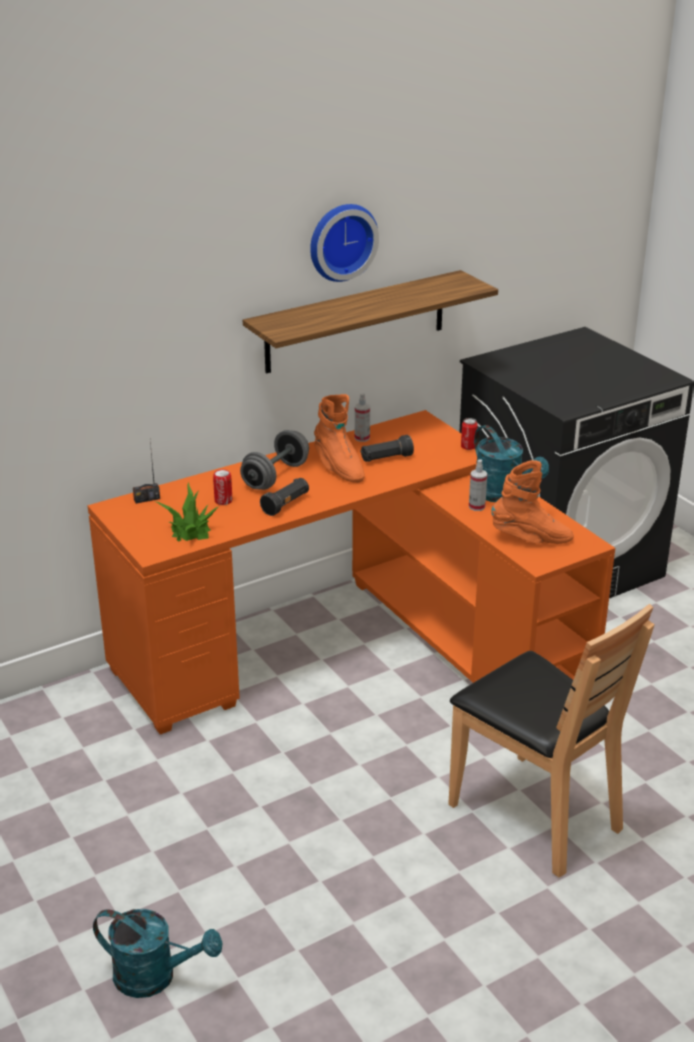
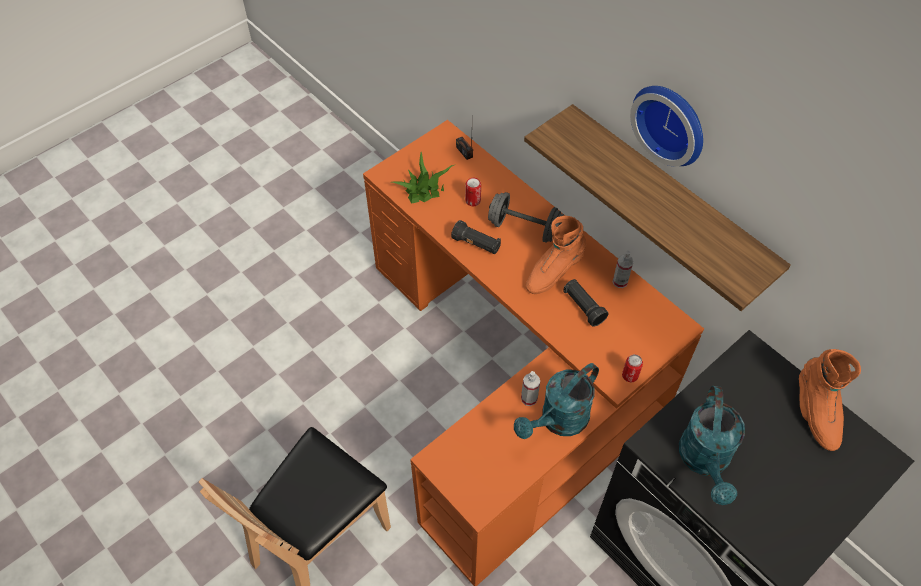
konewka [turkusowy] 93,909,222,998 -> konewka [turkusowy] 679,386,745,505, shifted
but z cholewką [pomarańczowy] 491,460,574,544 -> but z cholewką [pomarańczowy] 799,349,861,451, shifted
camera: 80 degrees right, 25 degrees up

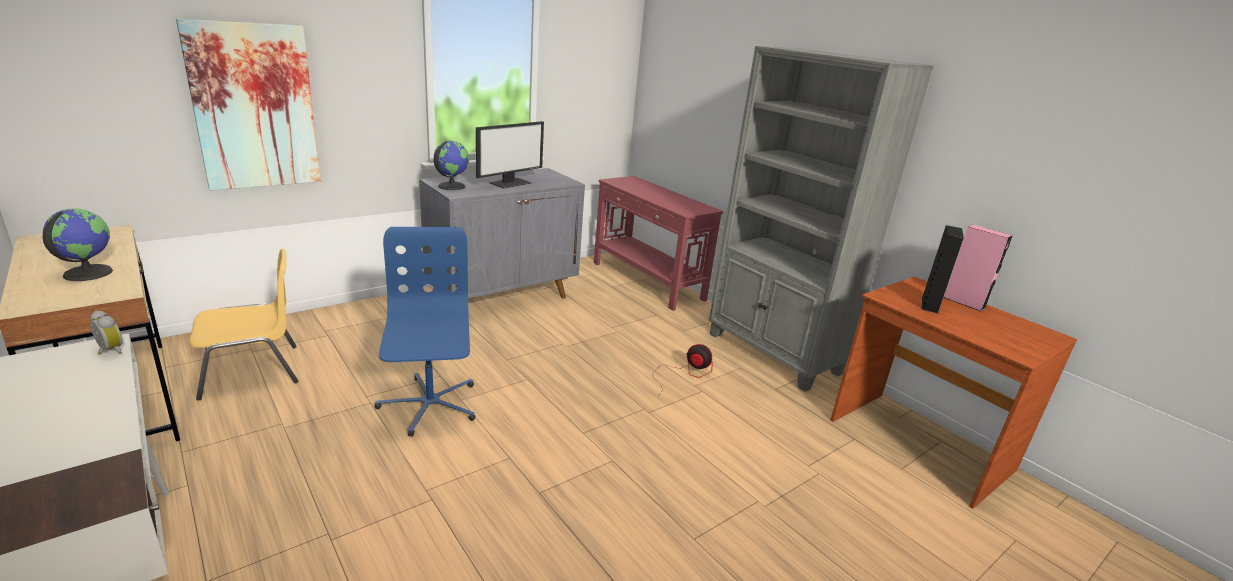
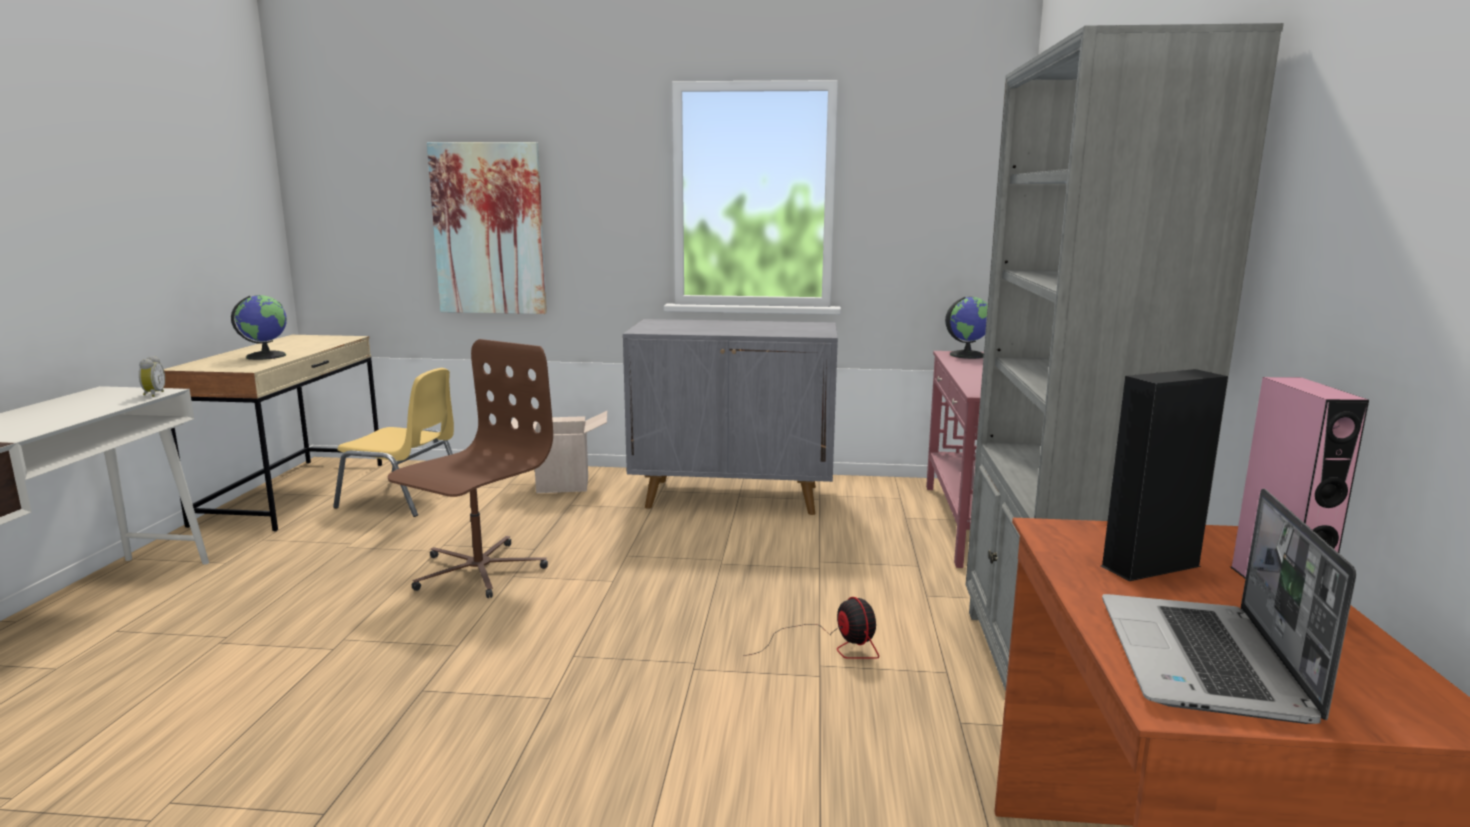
krzesło biurowe [niebieski] 374,227,475,437 -> krzesło biurowe [brązowy] 387,339,553,598
globus 434,141,469,190 -> globus 945,297,988,359, shifted
monitor 476,121,544,188 -> none
none -> karton 511,411,607,493
none -> laptop 1102,489,1356,724
camera: 45 degrees right, 10 degrees down

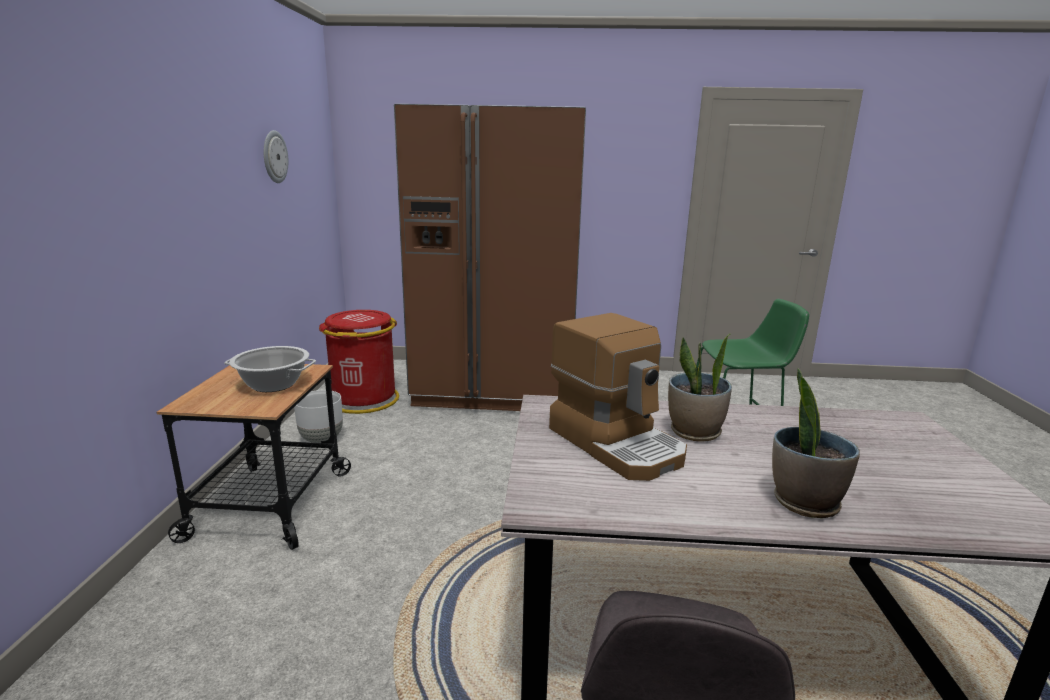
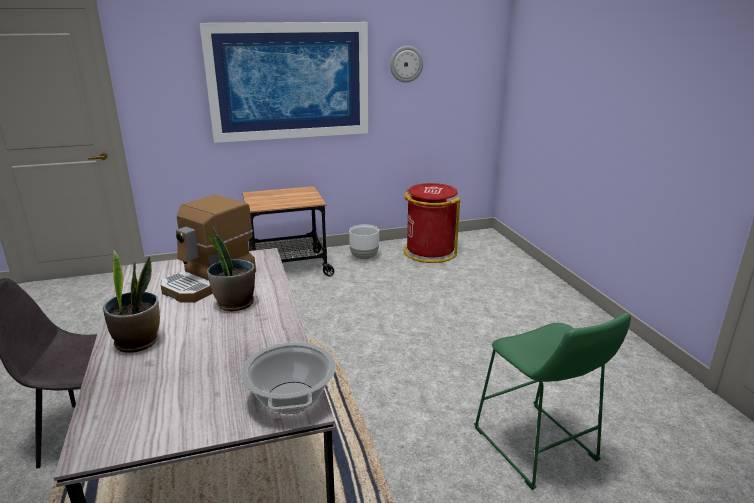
garnek 224,346,316,392 -> garnek 241,341,336,414, shifted
lodówka [brązowy] 394,104,586,411 -> none
none -> obraz 200,22,368,143
camera: 70 degrees right, 5 degrees up

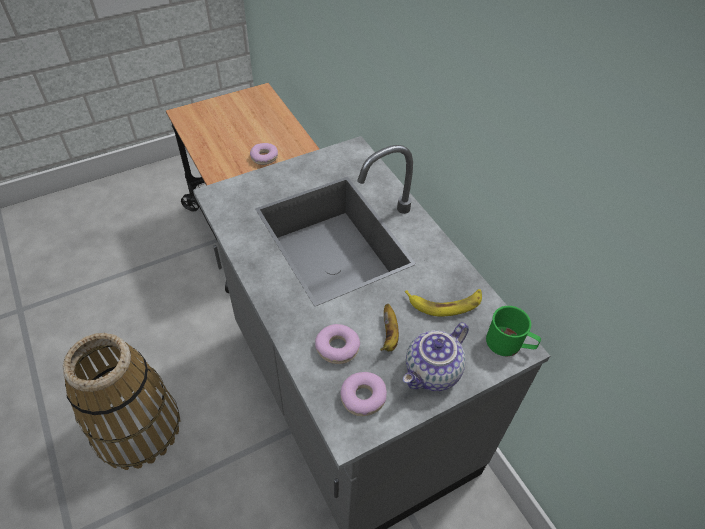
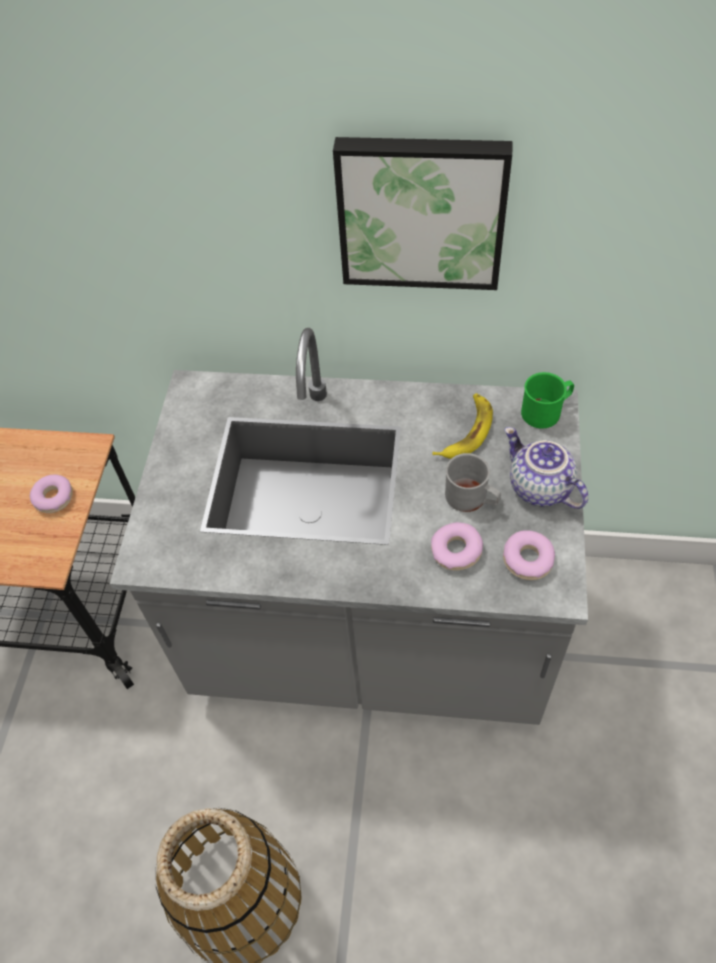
banan 380,304,399,351 -> kubek [szary] 445,453,501,512
imbryk 403,322,469,391 -> imbryk 505,427,588,509, 150 degrees clockwise
none -> obraz 333,137,512,290
camera: 50 degrees left, 5 degrees up

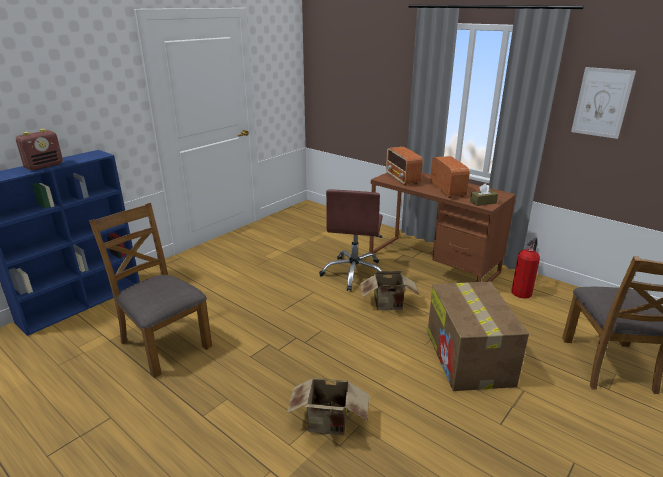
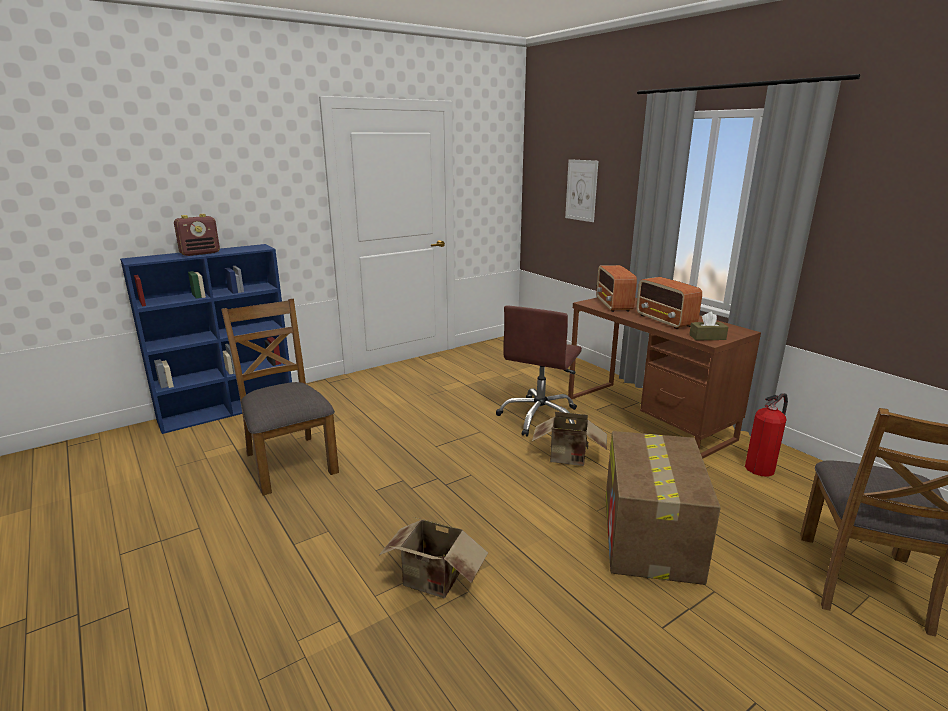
radio 431,156,470,198 -> radio 636,277,702,329, 150 degrees clockwise
obraz 571,67,636,139 -> obraz 565,159,598,222, shifted
camera: 15 degrees right, 5 degrees down

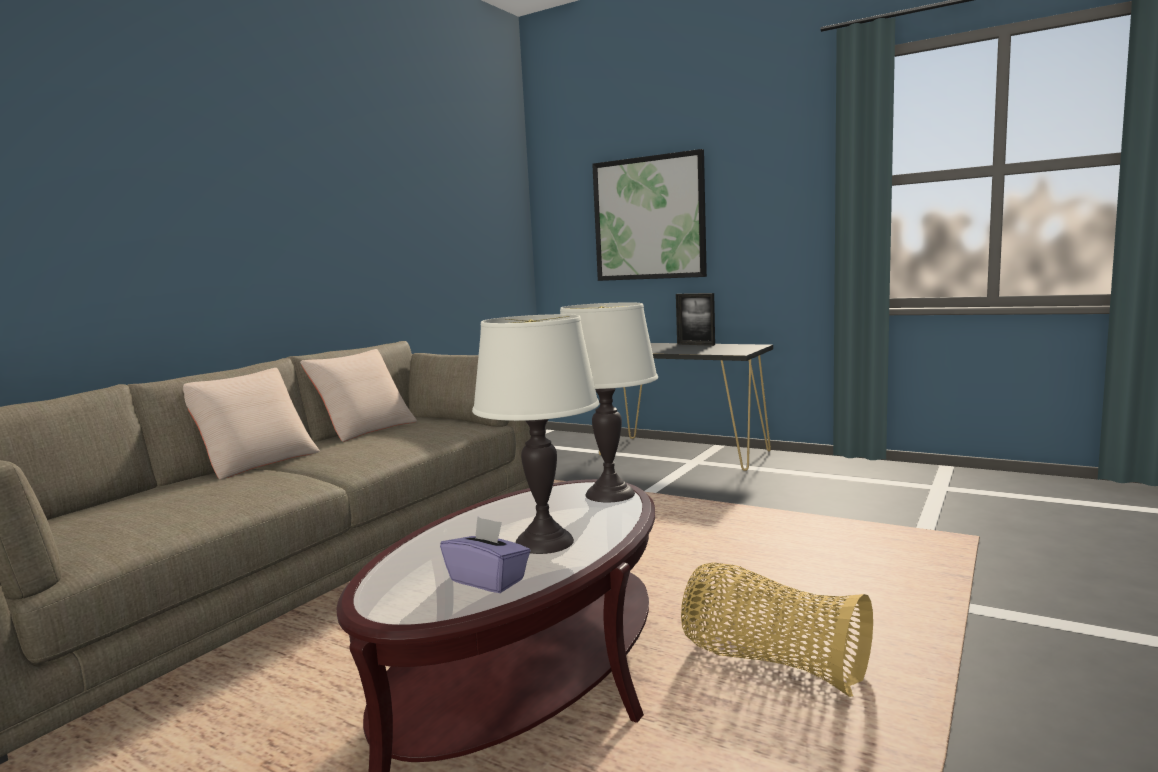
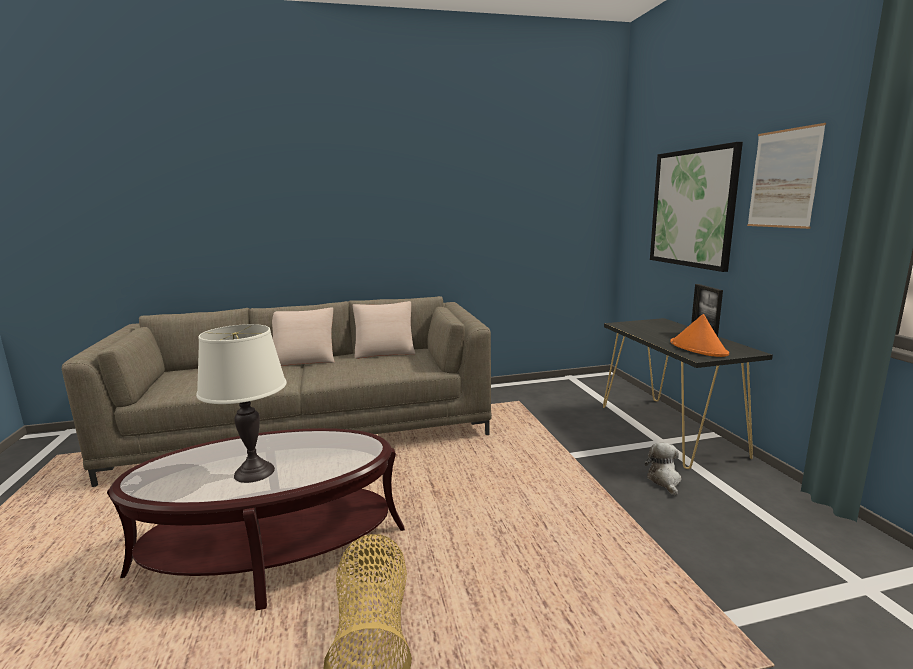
pudełko chusteczek [fioletowy] 440,517,531,593 -> none
lampa stołowa [biały] 560,302,658,502 -> none
none -> pluszak 645,443,682,496
none -> kapelusz [pomarańczowy] 670,314,729,357
none -> obraz 747,123,826,229
camera: 45 degrees right, 5 degrees up

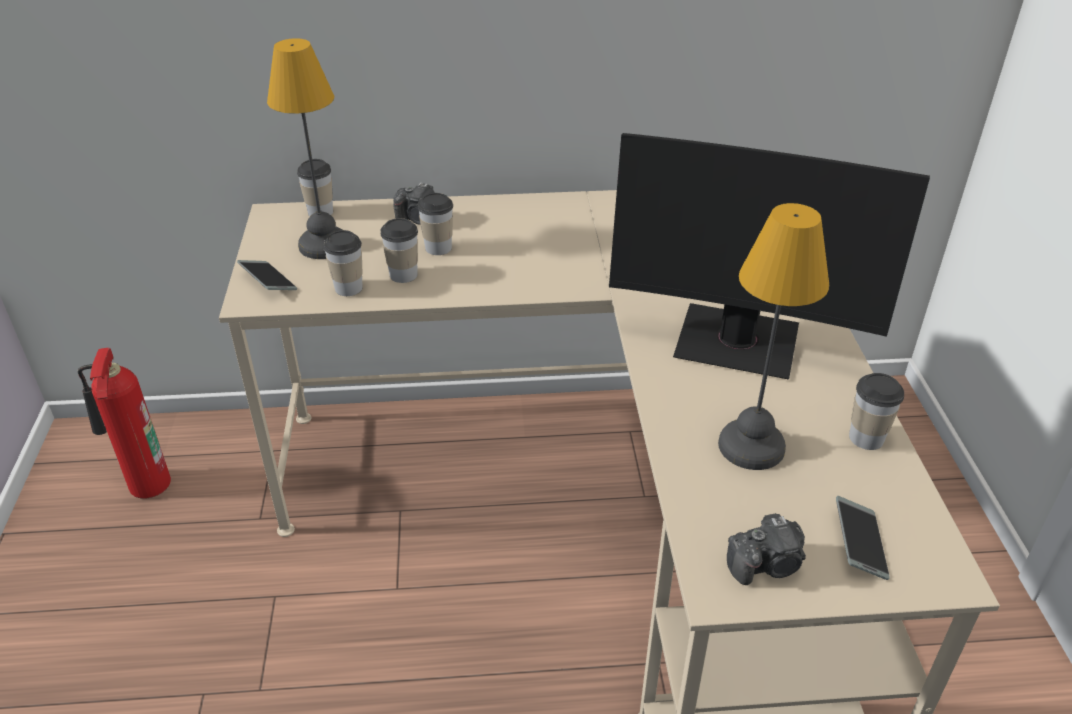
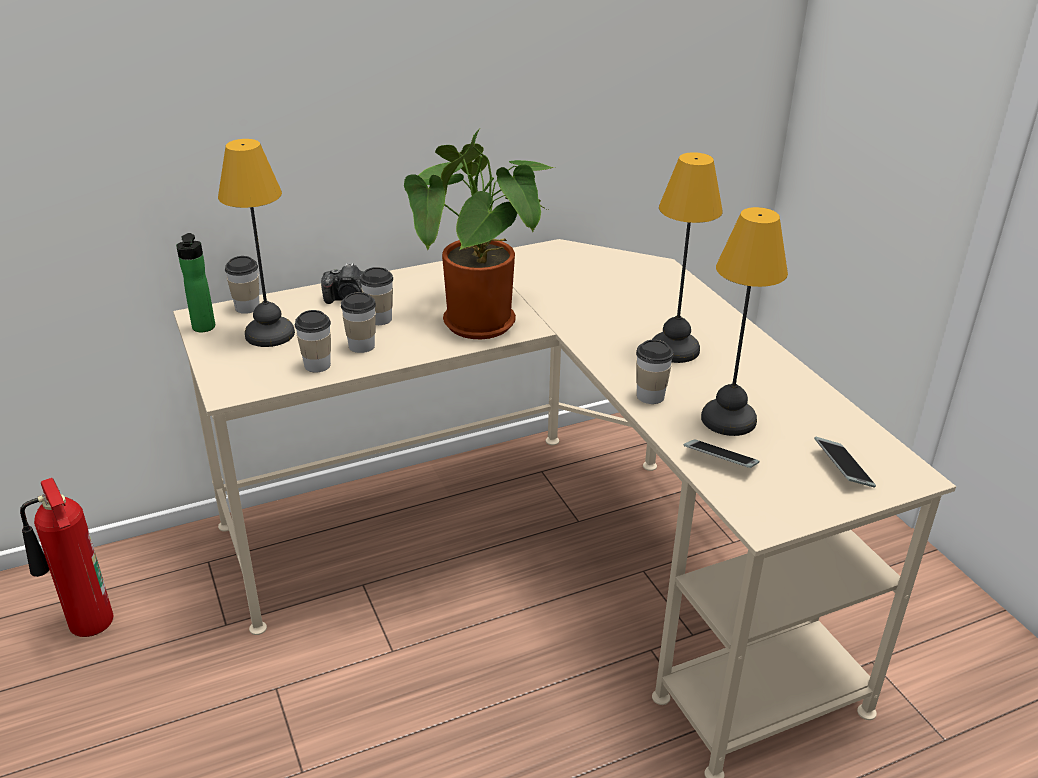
telefon 237,260,297,290 -> telefon 684,439,760,468, shifted
monitor 609,133,930,379 -> lampa stołowa 652,152,723,363
aparat fotograficzny 727,513,806,585 -> none
filiżanka 849,373,904,450 -> filiżanka 636,340,674,404, shifted
none -> butelka 176,233,215,332
none -> roślina doniczkowa 404,128,556,339
camera: 20 degrees left, 5 degrees down

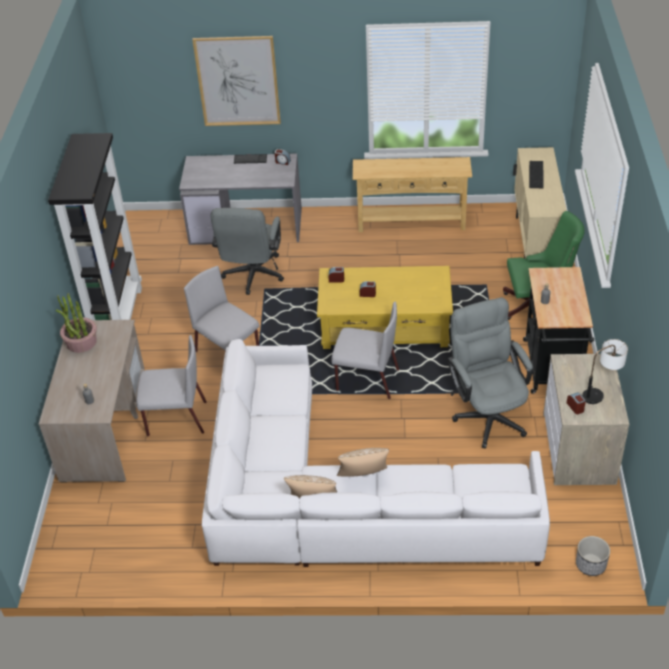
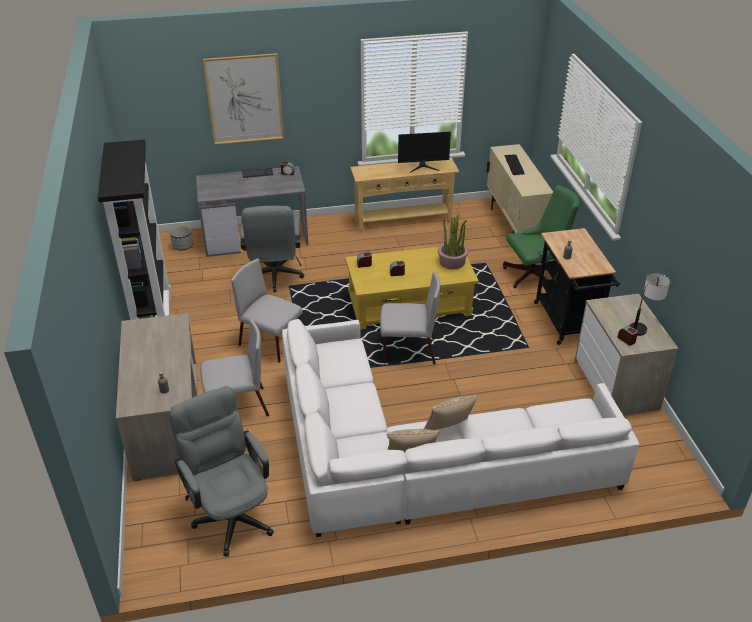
roślina doniczkowa 56,293,97,353 -> roślina doniczkowa 438,215,468,269, shifted
krzesło biurowe [szary] 447,297,533,449 -> krzesło biurowe [szary] 169,386,274,557, shifted
donica 576,536,610,576 -> donica 170,225,193,250, shifted
none -> monitor 398,132,451,173
camera: 15 degrees left, 5 degrees down

